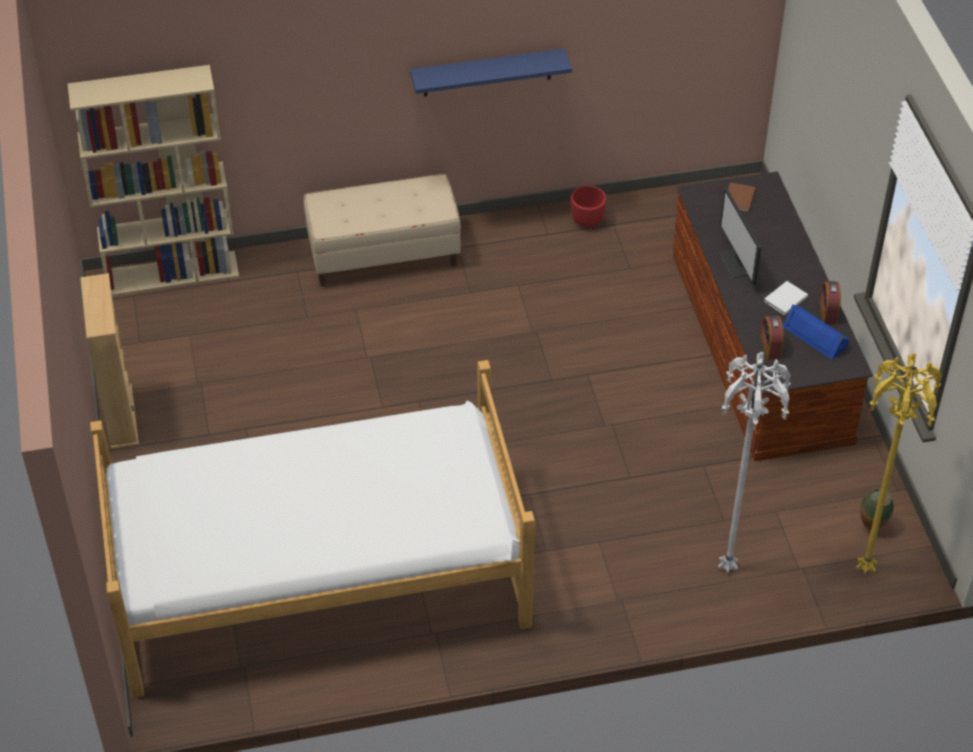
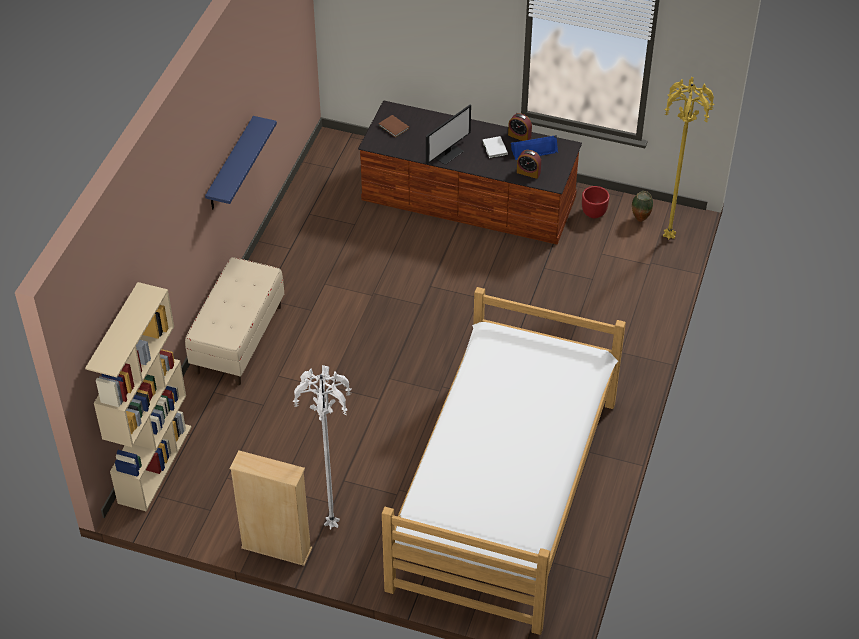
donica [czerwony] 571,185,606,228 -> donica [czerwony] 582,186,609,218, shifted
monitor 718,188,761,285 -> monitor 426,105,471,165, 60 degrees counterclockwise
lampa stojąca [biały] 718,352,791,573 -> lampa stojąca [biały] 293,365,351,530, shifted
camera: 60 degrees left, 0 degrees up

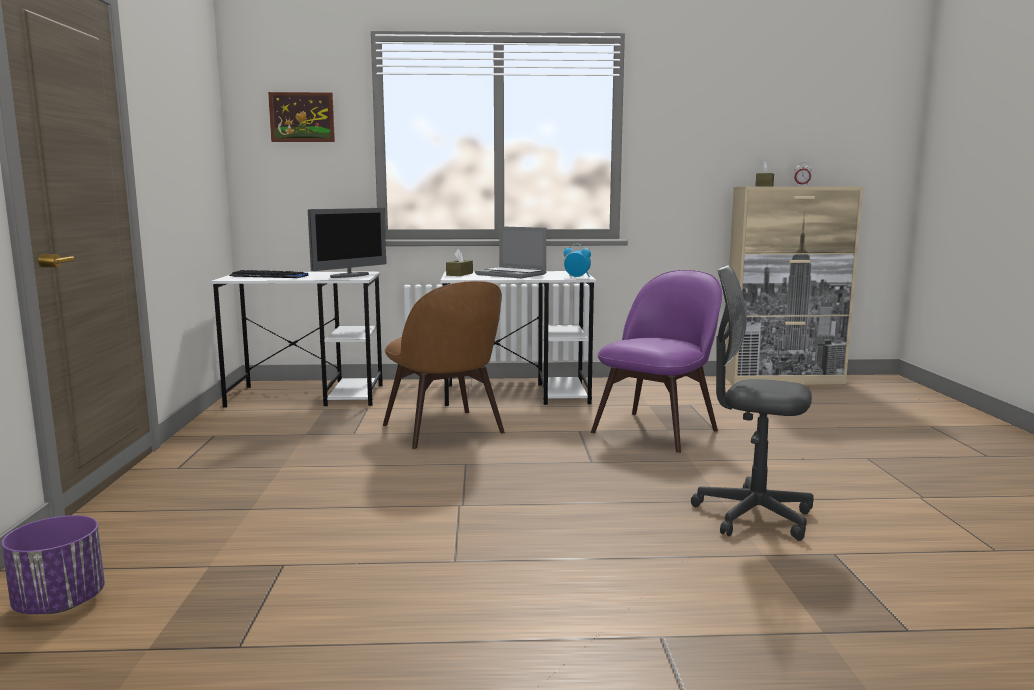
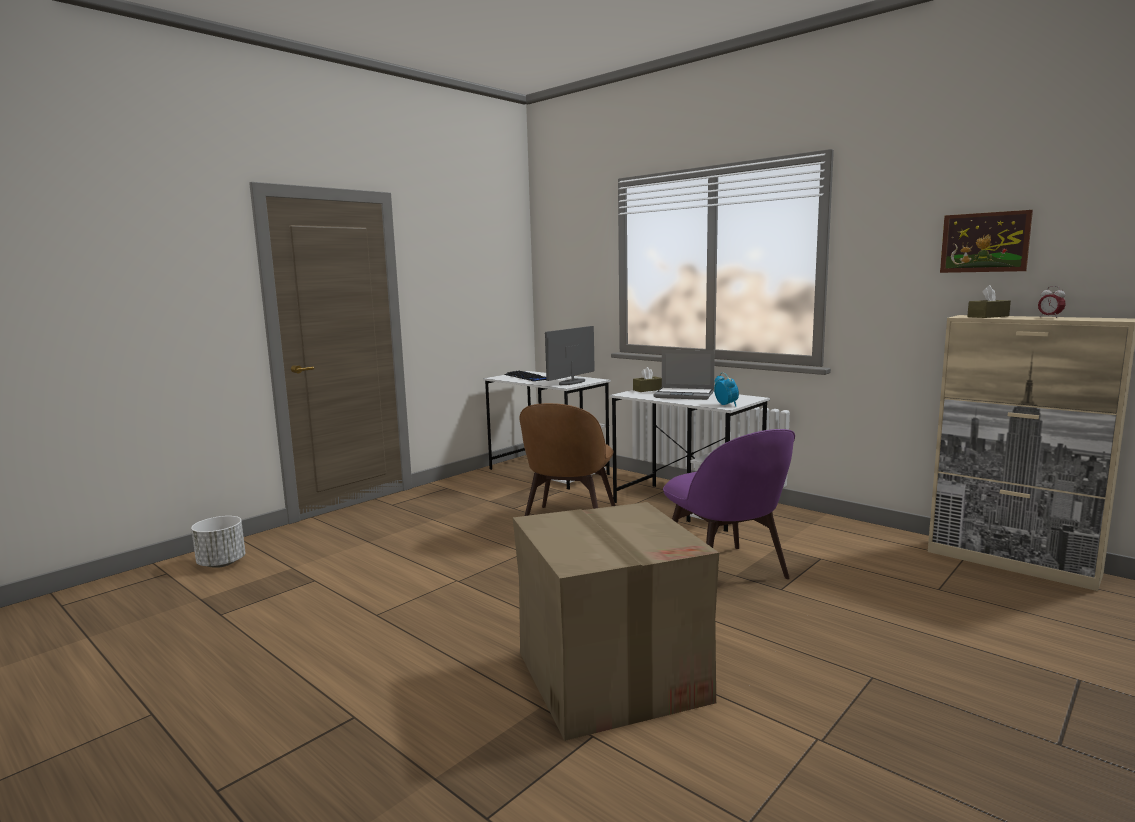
donica [fioletowy] 2,515,105,615 -> donica [biały] 191,516,245,568
obraz 268,92,335,142 -> obraz 940,210,1033,273, shifted
monitor 308,208,386,278 -> monitor 545,326,595,385, 135 degrees clockwise
laptop 475,226,546,278 -> laptop 654,350,715,400, 60 degrees counterclockwise
krzesło [fioletowy] 591,270,722,453 -> krzesło [fioletowy] 663,429,795,579, 75 degrees clockwise
krzesło biurowe [szary] 691,265,814,541 -> karton 513,502,719,741
camera: 45 degrees right, 0 degrees up

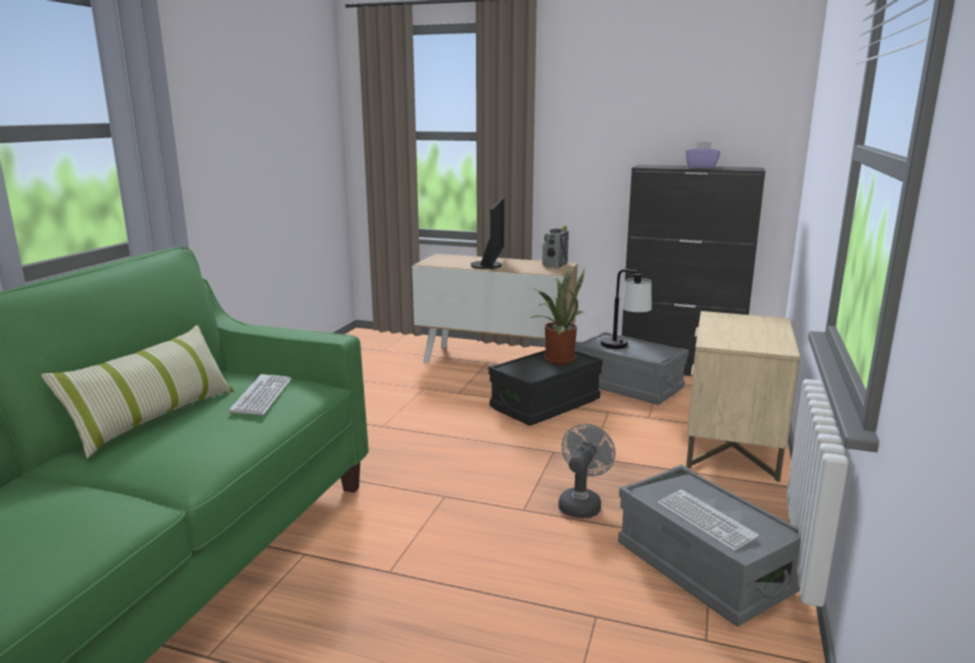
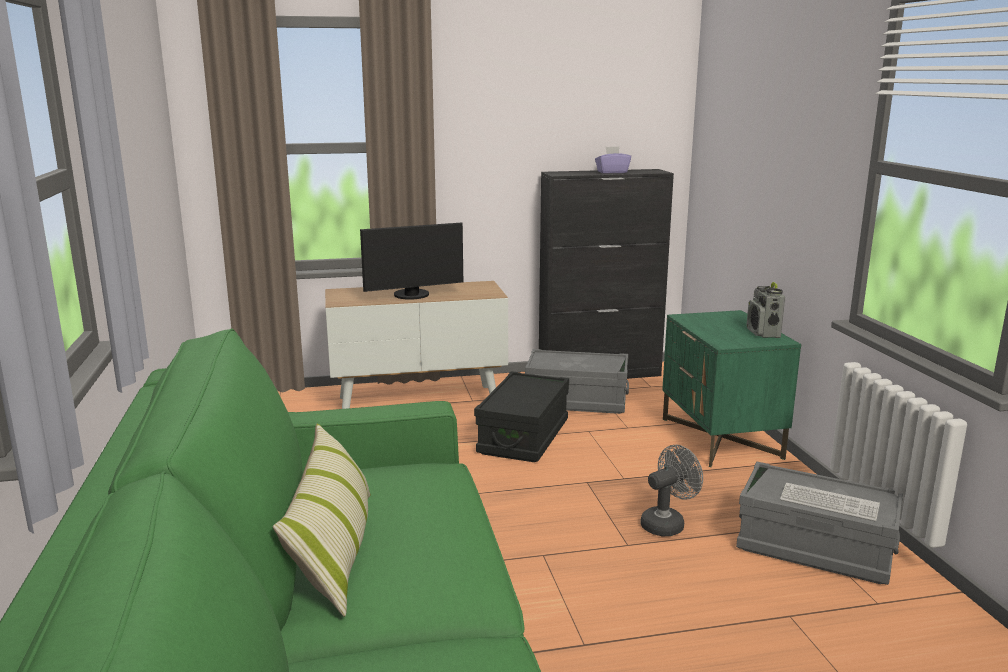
klawiatura 229,374,292,415 -> none
monitor 470,197,504,269 -> monitor 360,222,463,300, 90 degrees clockwise
roślina doniczkowa 530,266,585,365 -> none
radio 542,225,569,268 -> radio 747,282,785,338, shifted
wentylator [szary] 558,424,616,518 -> wentylator [szary] 640,445,703,536, 60 degrees clockwise
lampa stołowa 601,269,652,349 -> none
szafka nocna [beżowy] 686,311,800,482 -> szafka nocna [zielony] 662,310,801,467
camera: 30 degrees left, 0 degrees up

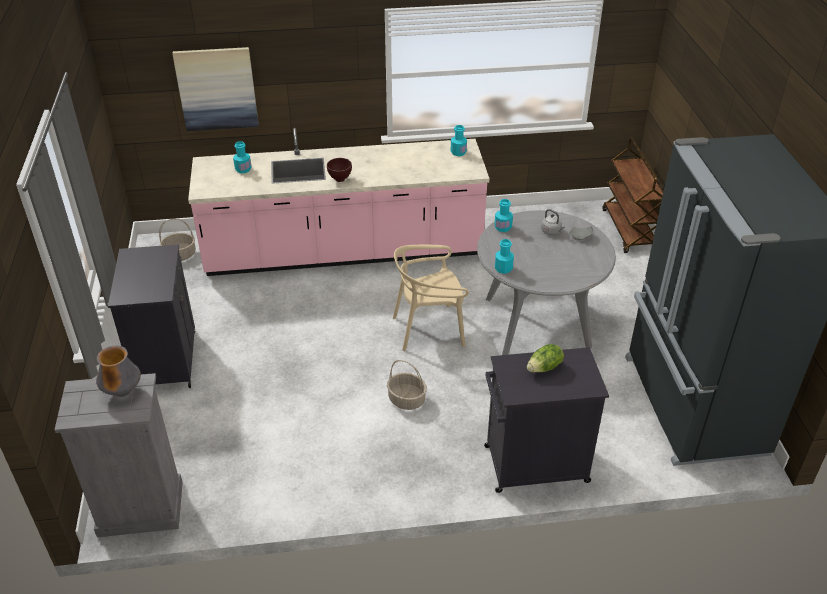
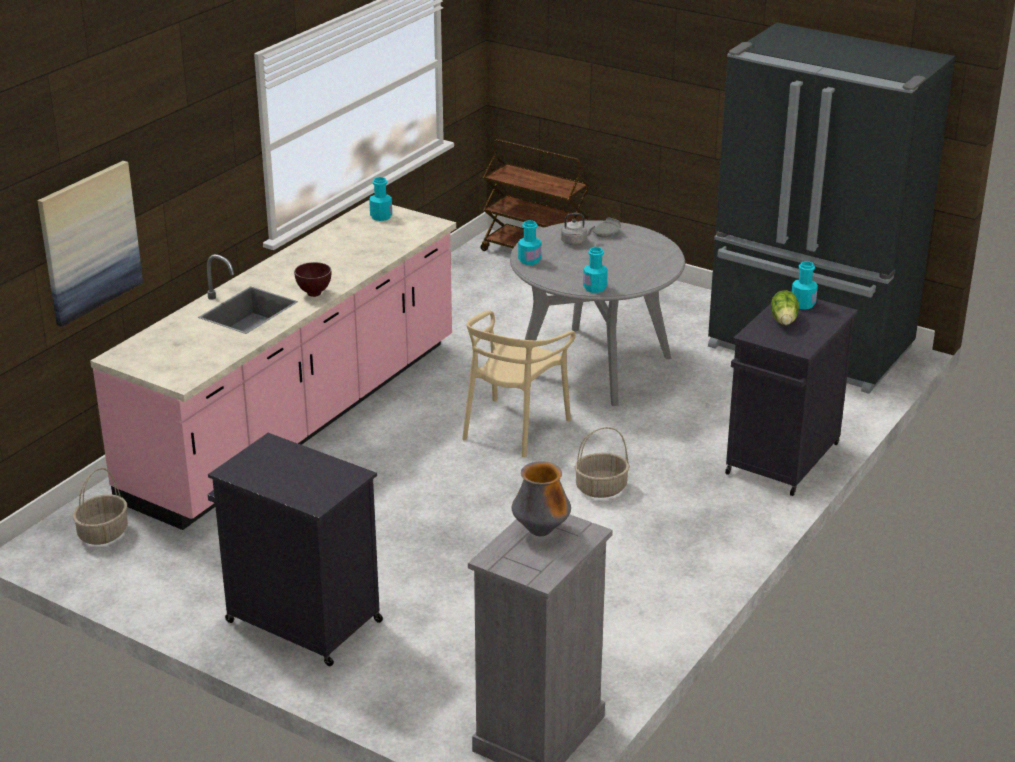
butelka [turkusowy] 233,141,251,173 -> butelka [turkusowy] 792,261,818,309, shifted
camera: 50 degrees left, 10 degrees down

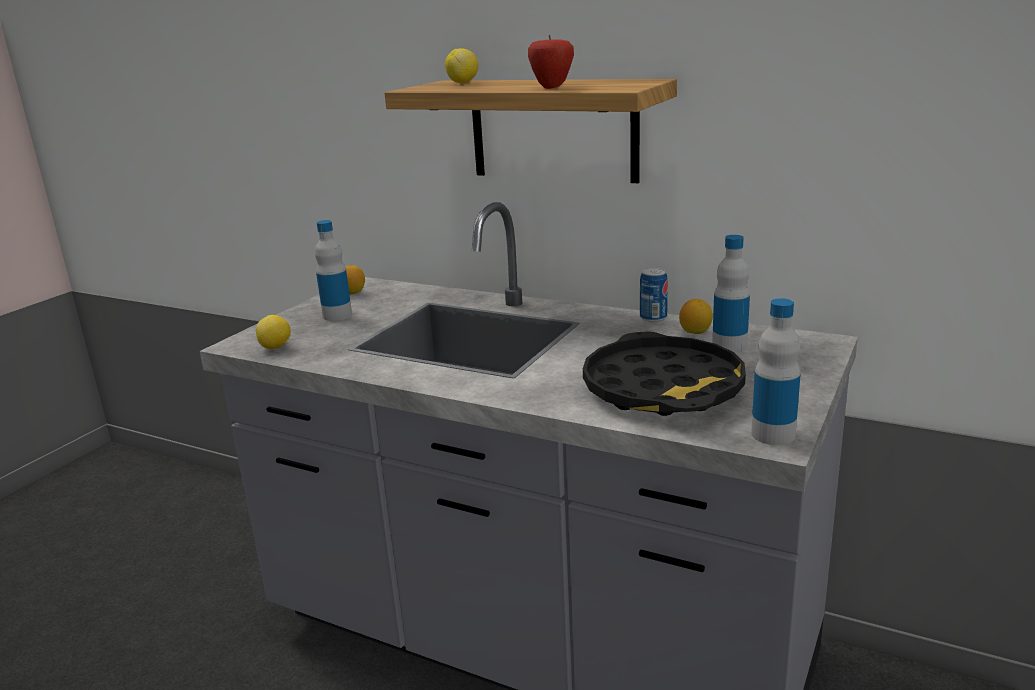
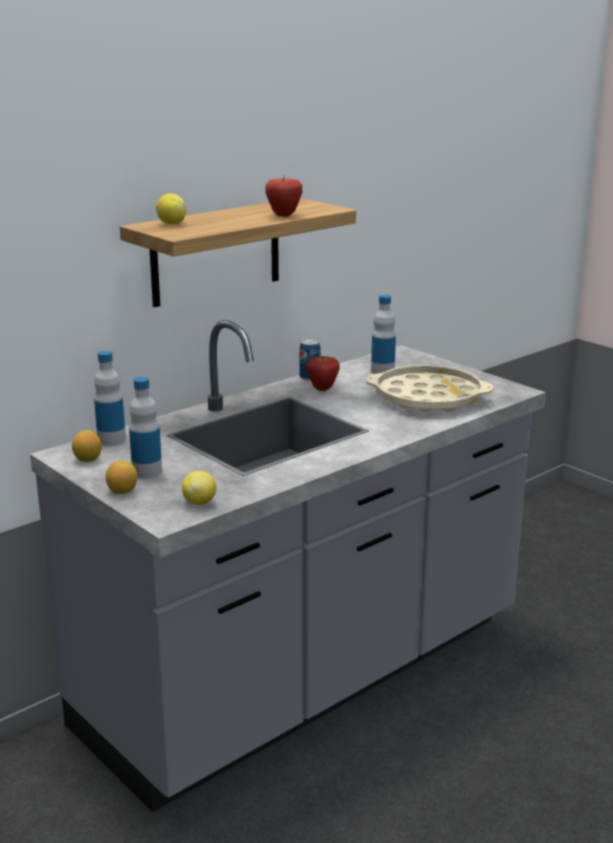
taca [czarny] 583,331,746,416 -> taca [beżowy] 366,365,493,412
cytryna 679,299,713,334 -> cytryna 106,460,137,494, shifted
butelka 751,298,801,445 -> butelka 94,351,126,446, shifted
none -> jabłko 306,356,340,391
camera: 70 degrees left, 0 degrees up

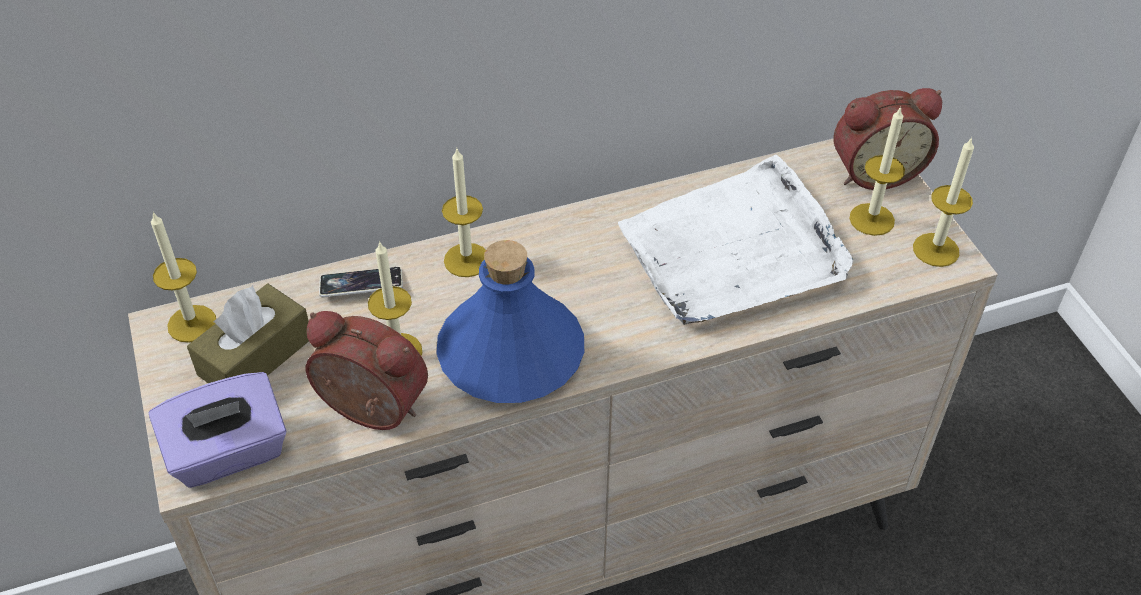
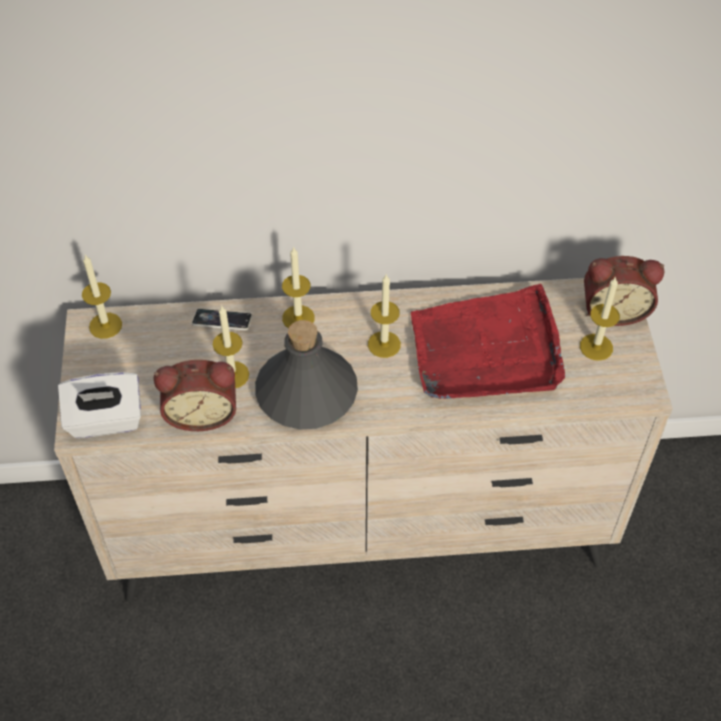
pudełko chusteczek [fioletowy] 149,372,286,488 -> pudełko chusteczek [biały] 58,372,141,438
pudełko chusteczek [brązowy] 187,284,309,383 -> none
budzik 306,311,428,430 -> budzik 154,360,236,431, 135 degrees clockwise
butelka [niebieski] 436,240,584,403 -> butelka [szary] 255,320,358,429
taca [biały] 618,154,853,325 -> taca [czerwony] 411,284,565,399
świeca 913,137,974,267 -> świeca 368,275,401,358, shifted
camera: 15 degrees right, 5 degrees up

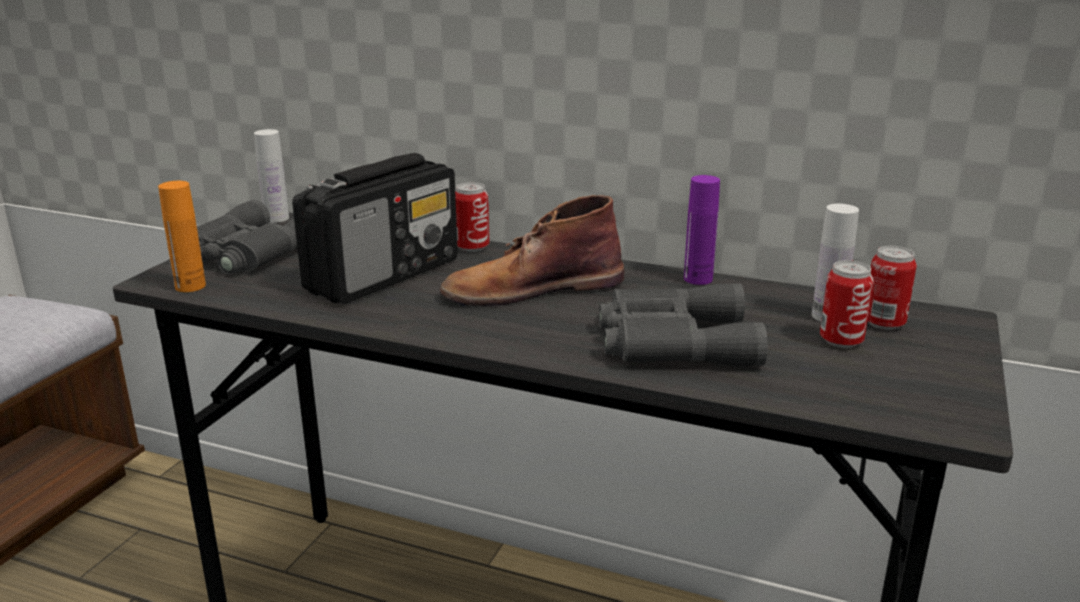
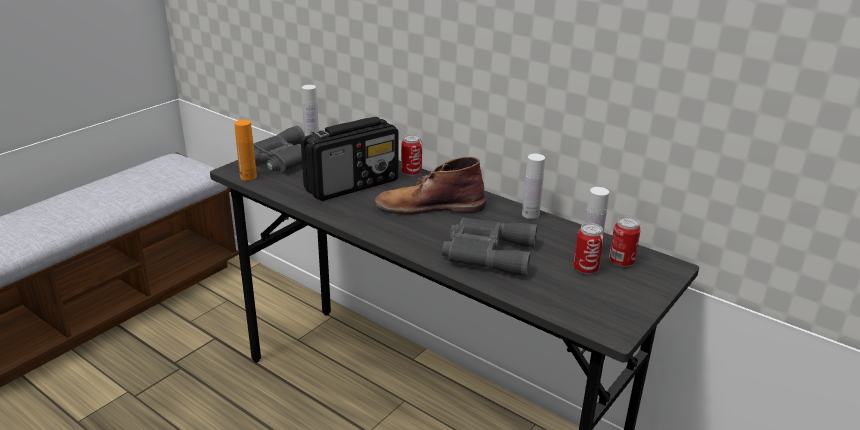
butelka [fioletowy] 684,175,720,285 -> butelka [biały] 522,154,545,219
camera: 15 degrees right, 5 degrees up

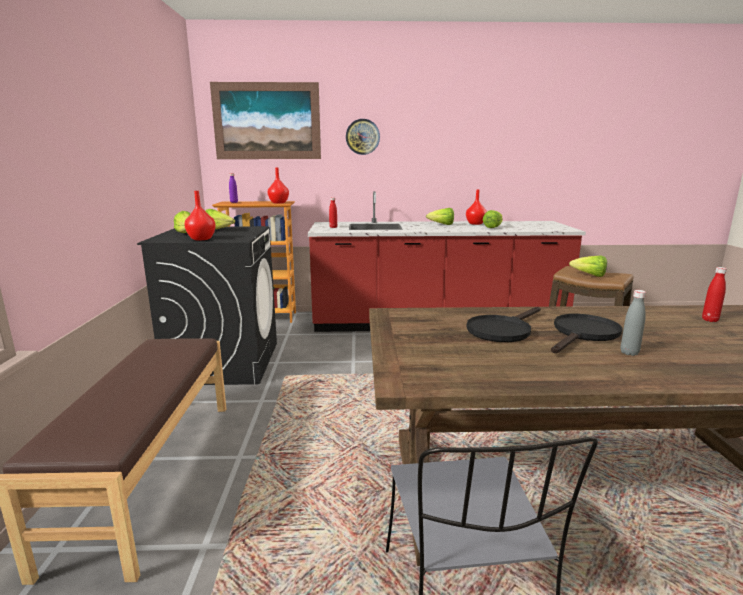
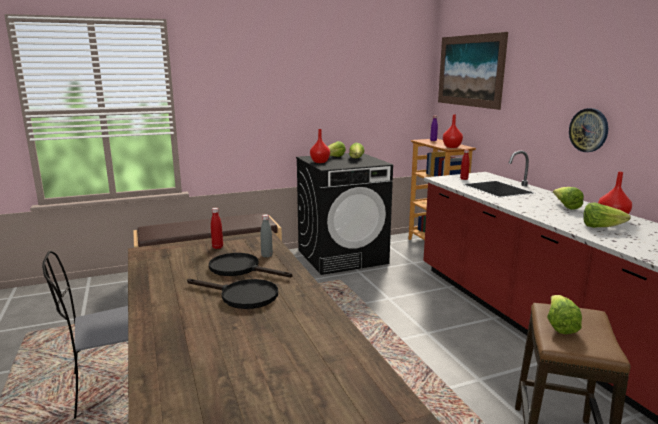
zegar ścienny 346,119,380,155 -> zegar ścienny 569,108,608,152, shifted
butelka [szary] 620,290,646,356 -> butelka [szary] 260,214,273,258, shifted
butelka [czerwony] 702,267,727,322 -> butelka [czerwony] 211,208,223,249, shifted
camera: 70 degrees right, 0 degrees up

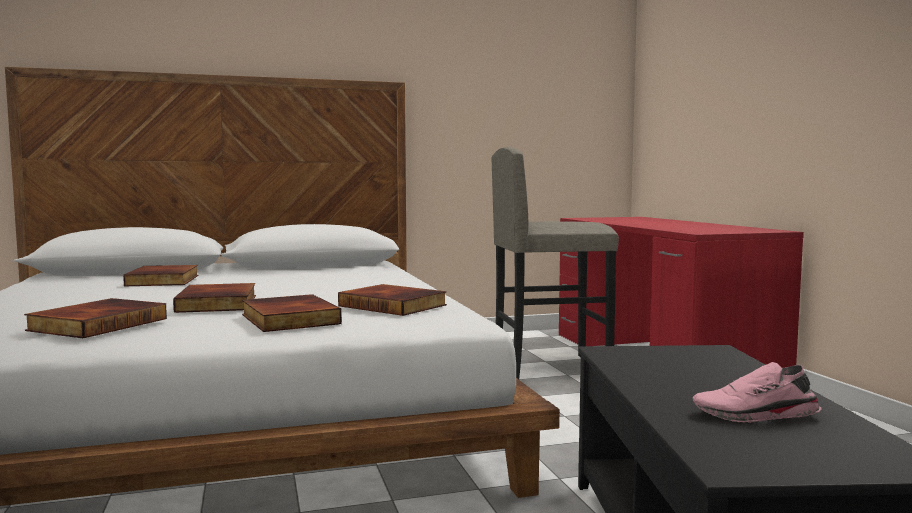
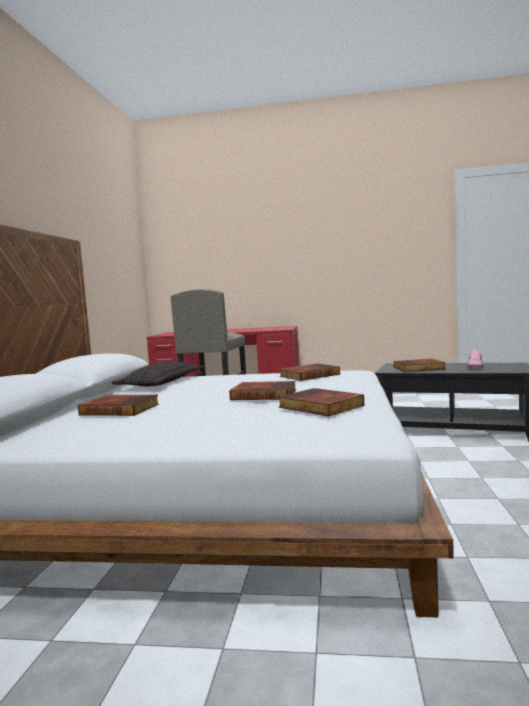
książka 242,294,342,332 -> książka 394,359,446,372, shifted
none -> poduszka 112,362,204,386
camera: 65 degrees left, 0 degrees up

